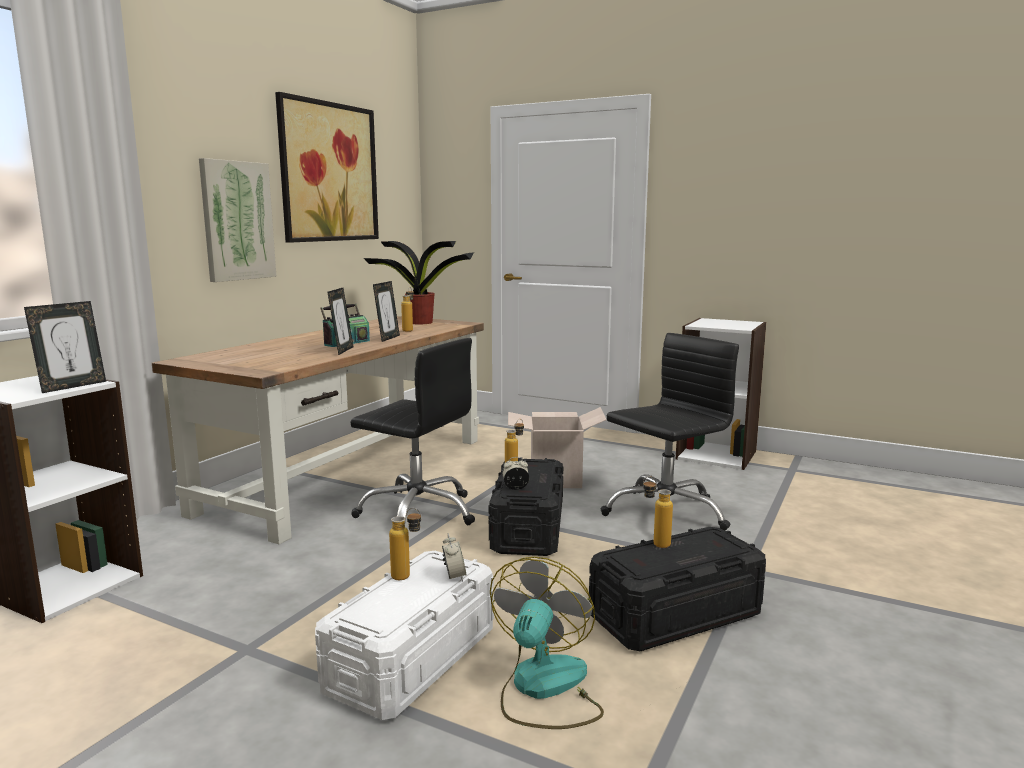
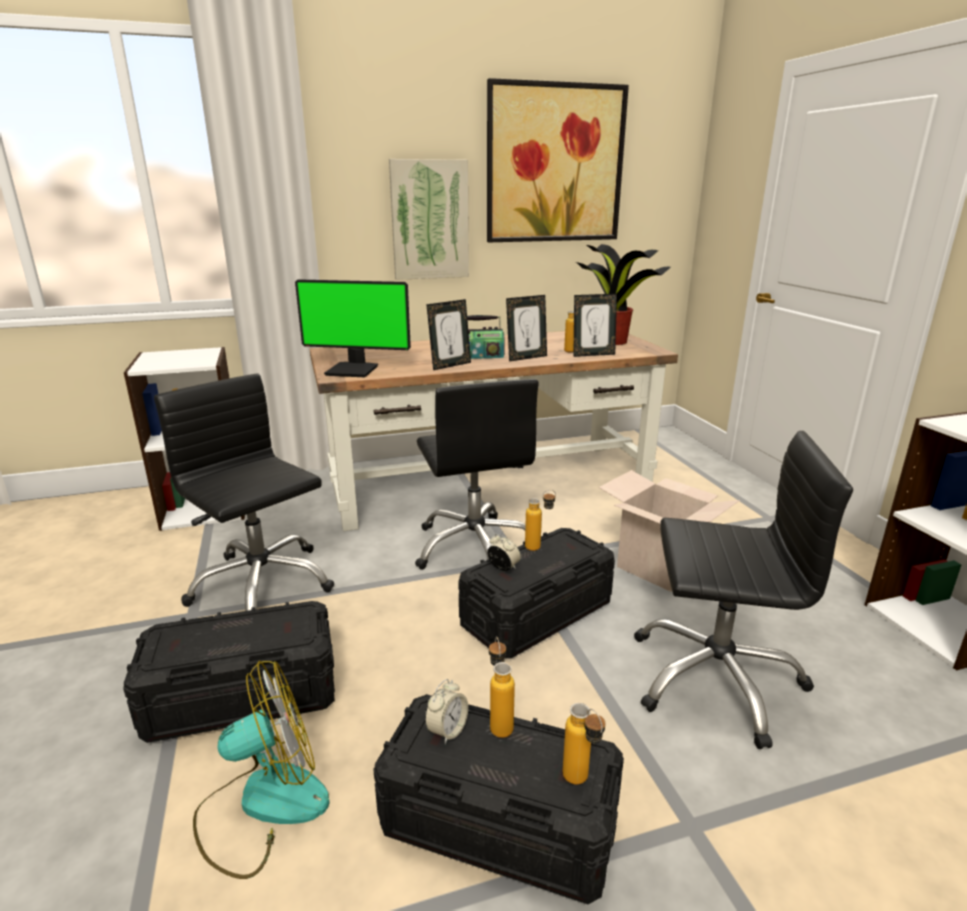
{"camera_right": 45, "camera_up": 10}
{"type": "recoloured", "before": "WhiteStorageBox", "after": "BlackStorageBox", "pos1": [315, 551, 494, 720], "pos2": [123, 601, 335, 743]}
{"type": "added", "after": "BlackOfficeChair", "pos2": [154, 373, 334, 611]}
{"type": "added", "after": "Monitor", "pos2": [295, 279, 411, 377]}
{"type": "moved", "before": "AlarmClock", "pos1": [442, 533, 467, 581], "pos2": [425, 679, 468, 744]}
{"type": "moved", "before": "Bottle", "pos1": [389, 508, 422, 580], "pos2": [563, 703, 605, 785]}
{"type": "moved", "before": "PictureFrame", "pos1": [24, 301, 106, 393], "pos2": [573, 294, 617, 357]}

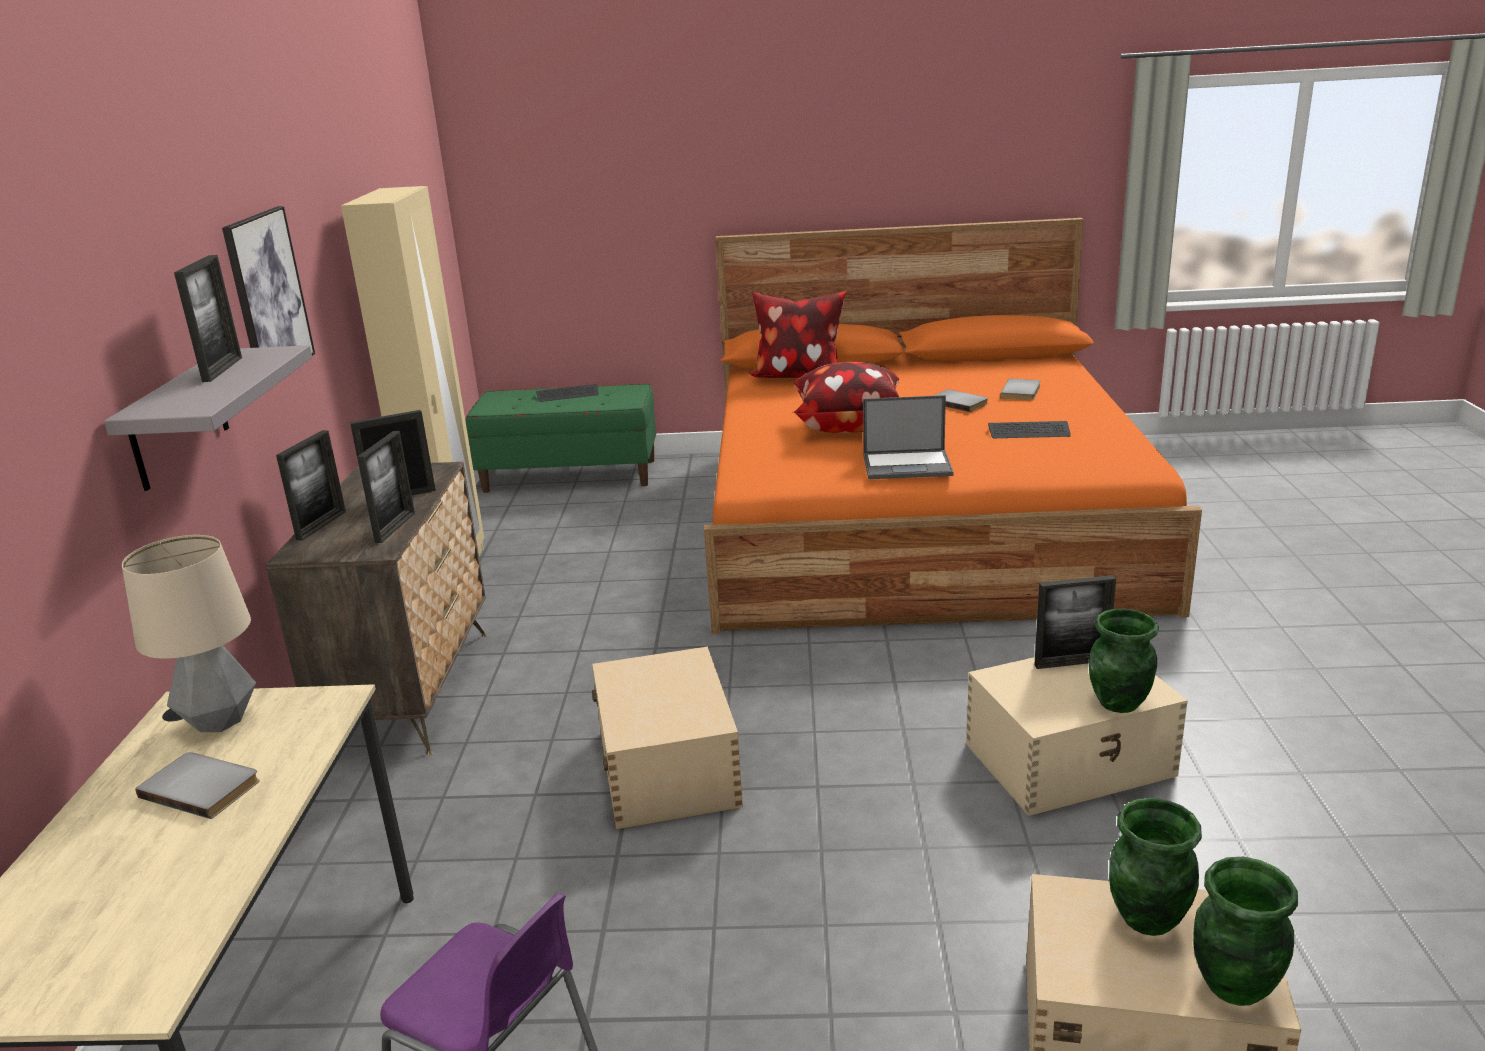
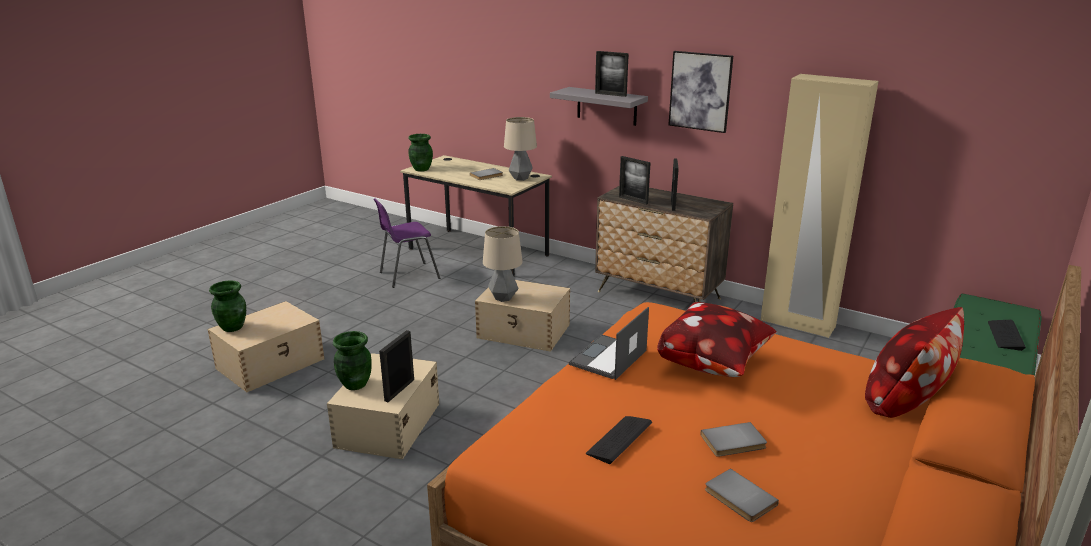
{"camera_right": 120, "camera_up": 0}
{"type": "moved", "before": "GreenVase", "pos1": [1109, 798, 1202, 936], "pos2": [408, 134, 433, 172]}
{"type": "added", "after": "TableLamp", "pos2": [483, 226, 523, 302]}
{"type": "removed", "before": "PictureFrame", "pos1": [276, 430, 346, 541]}

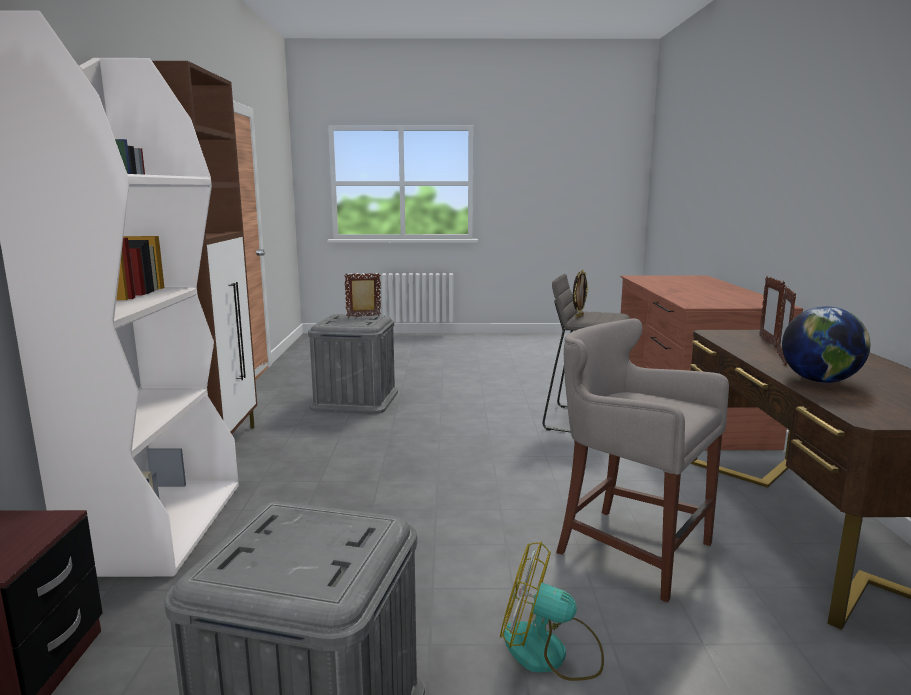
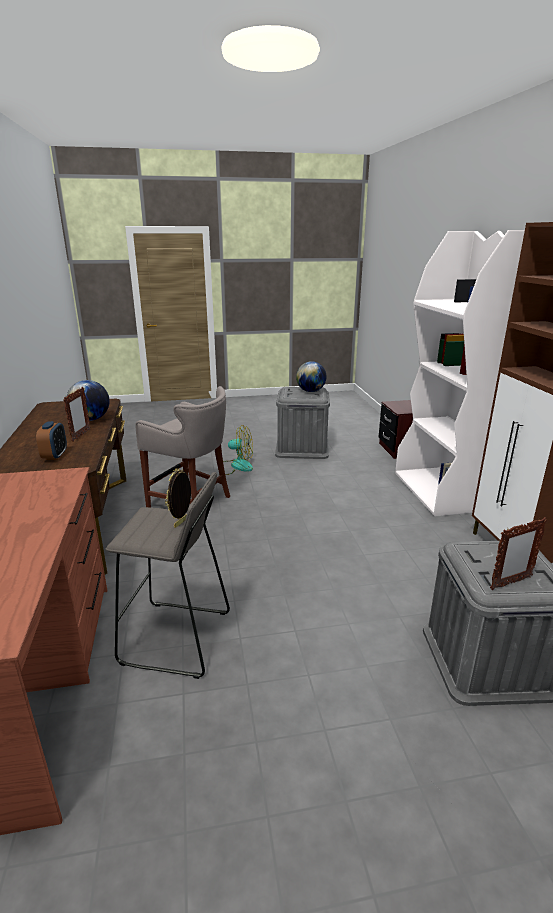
{"camera_right": 170, "camera_up": 10}
{"type": "replaced", "before": "PictureFrame", "after": "AlarmClock", "pos1": [759, 276, 785, 347], "pos2": [36, 421, 67, 460]}
{"type": "added", "after": "Globe", "pos2": [296, 361, 327, 392]}

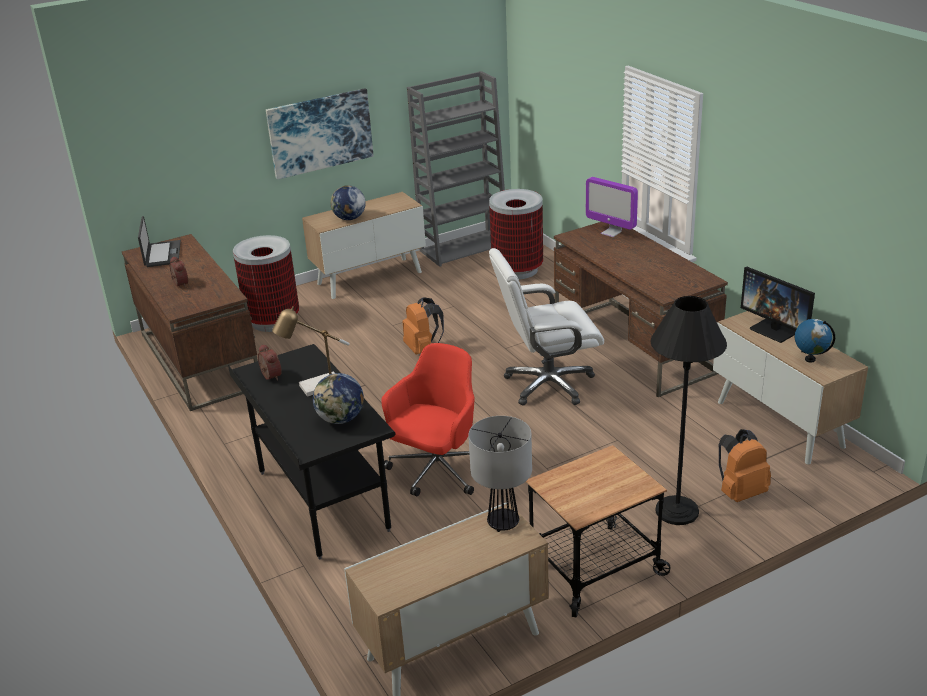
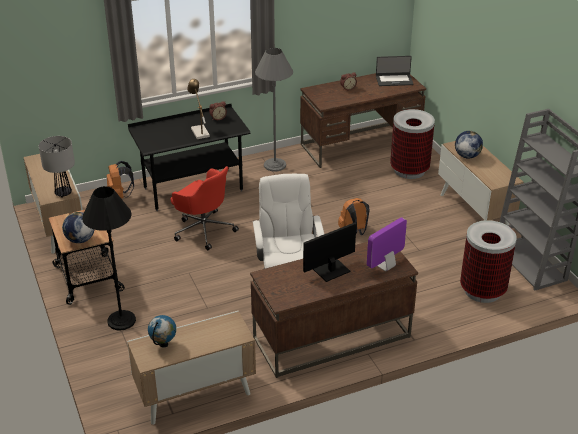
{"camera_right": 95, "camera_up": 5}
{"type": "moved", "before": "Globe", "pos1": [313, 373, 364, 424], "pos2": [62, 212, 94, 243]}
{"type": "moved", "before": "OrangeBackpack", "pos1": [719, 429, 771, 502], "pos2": [106, 161, 134, 199]}
{"type": "added", "after": "GreyFloorLamp", "pos2": [255, 48, 293, 171]}
{"type": "moved", "before": "Monitor", "pos1": [741, 266, 815, 343], "pos2": [303, 222, 356, 282]}
{"type": "removed", "before": "Picture", "pos1": [266, 88, 374, 180]}

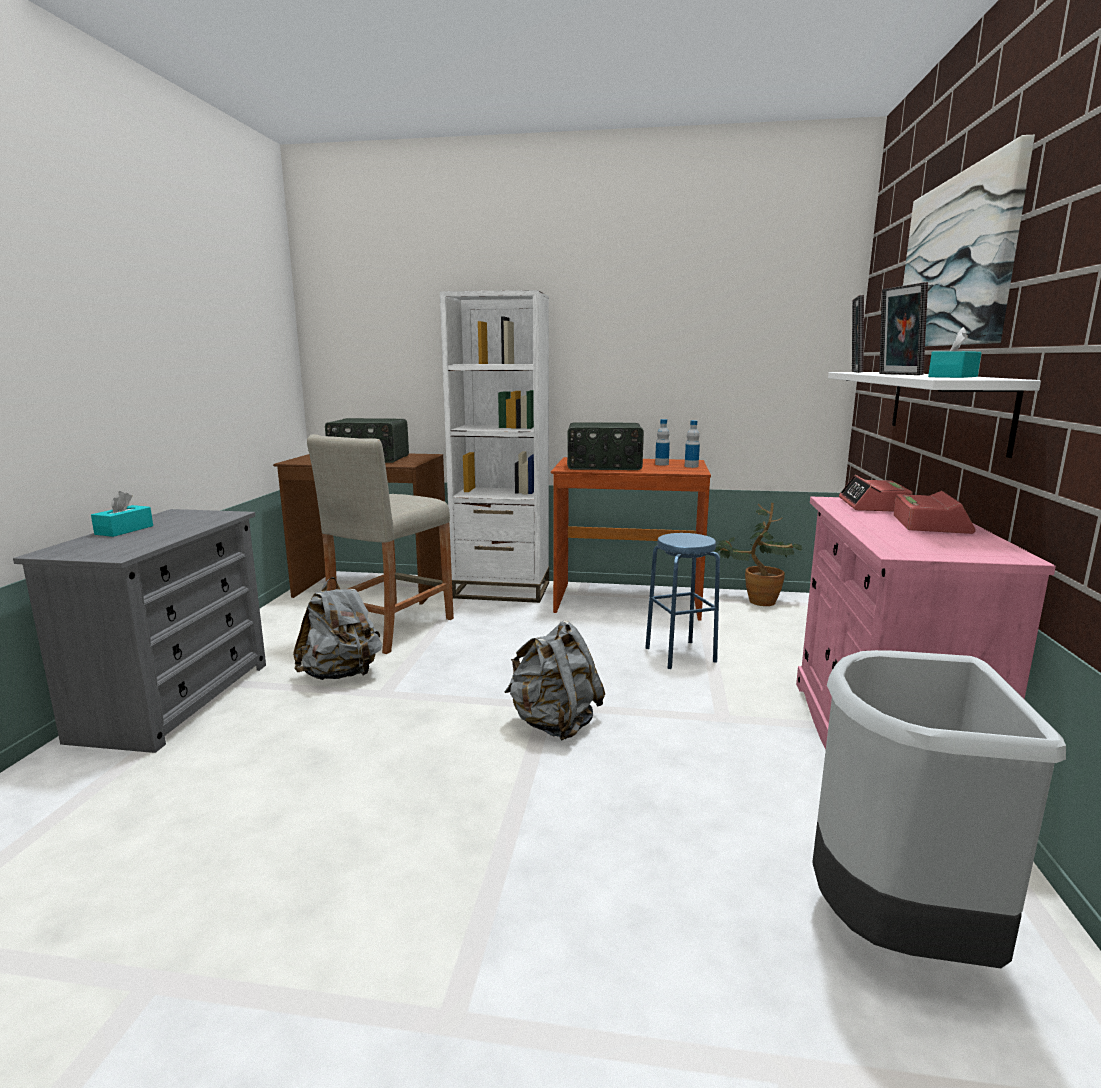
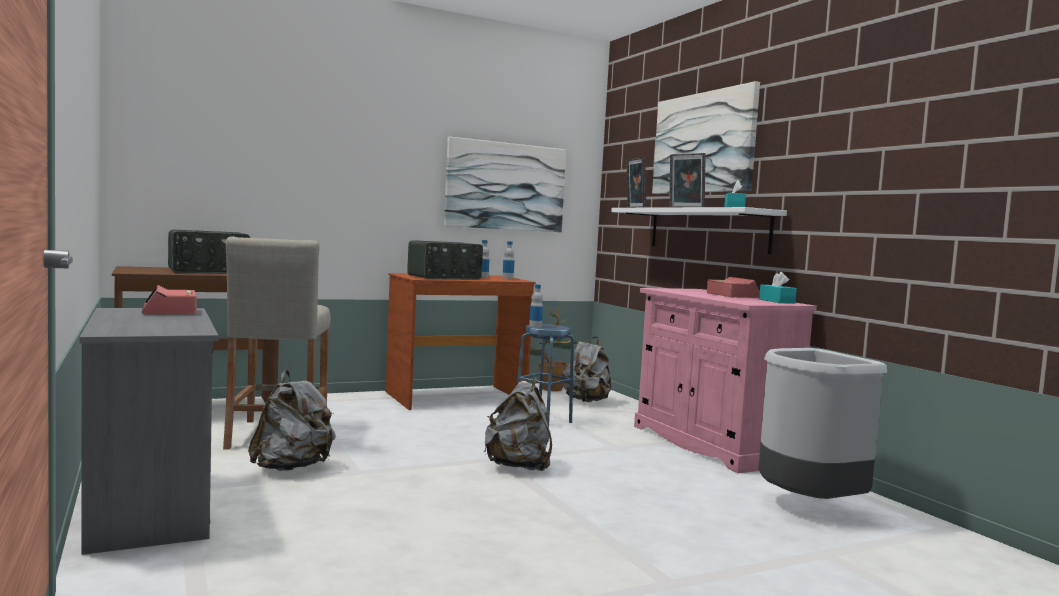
{"camera_right": -35, "camera_up": -10}
{"type": "moved", "before": "AlarmClock", "pos1": [839, 475, 913, 512], "pos2": [142, 285, 197, 315]}
{"type": "added", "after": "Picture", "pos2": [444, 137, 566, 232]}
{"type": "added", "after": "Bottle", "pos2": [529, 284, 543, 327]}
{"type": "added", "after": "GreyBackpack", "pos2": [562, 337, 611, 402]}
{"type": "moved", "before": "TurquoiseTissueBox", "pos1": [91, 491, 153, 537], "pos2": [759, 272, 797, 304]}
{"type": "removed", "before": "WhiteBookcase", "pos1": [440, 290, 549, 603]}

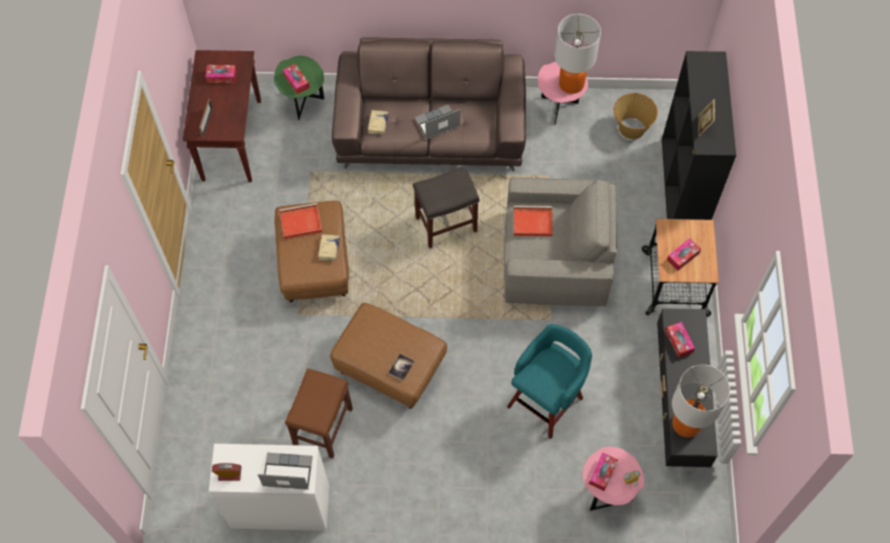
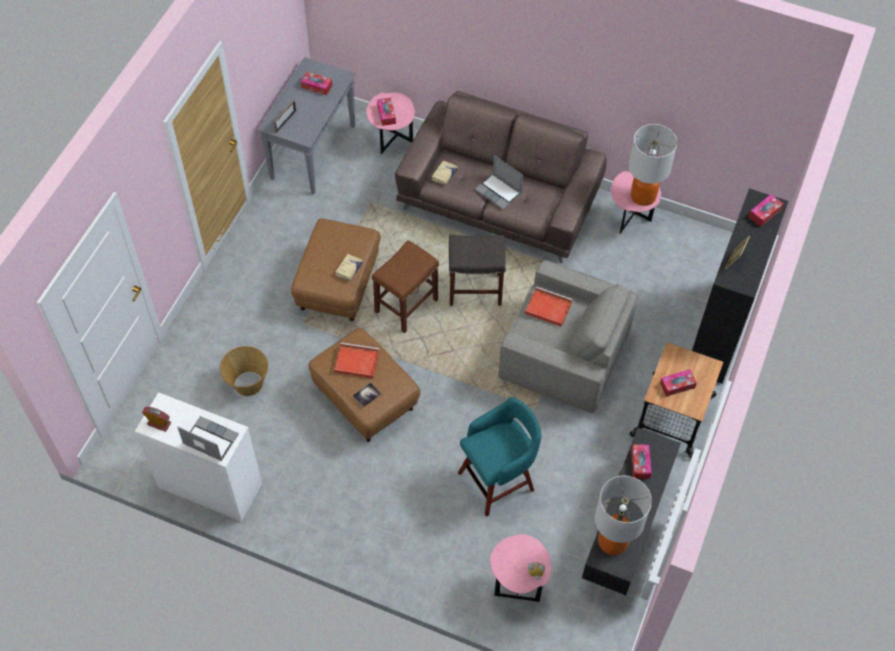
{"camera_right": 20, "camera_up": -5}
{"type": "moved", "before": "Basket", "pos1": [614, 93, 658, 139], "pos2": [220, 346, 268, 396]}
{"type": "recoloured", "before": "BrownConsoleTable", "after": "GreyConsoleTable", "pos1": [183, 50, 261, 182], "pos2": [257, 57, 356, 194]}
{"type": "moved", "before": "RedTray", "pos1": [279, 203, 322, 239], "pos2": [334, 342, 380, 379]}
{"type": "recoloured", "before": "GreenSideTable", "after": "PinkSideTable", "pos1": [274, 56, 324, 120], "pos2": [366, 93, 415, 154]}
{"type": "moved", "before": "BrownStool", "pos1": [285, 368, 353, 459], "pos2": [372, 240, 439, 333]}
{"type": "turned", "before": "Laptop", "pos1": [415, 104, 460, 140], "pos2": [475, 155, 523, 210], "turn": -135}
{"type": "moved", "before": "TissueBox", "pos1": [589, 452, 618, 491], "pos2": [749, 194, 783, 226]}

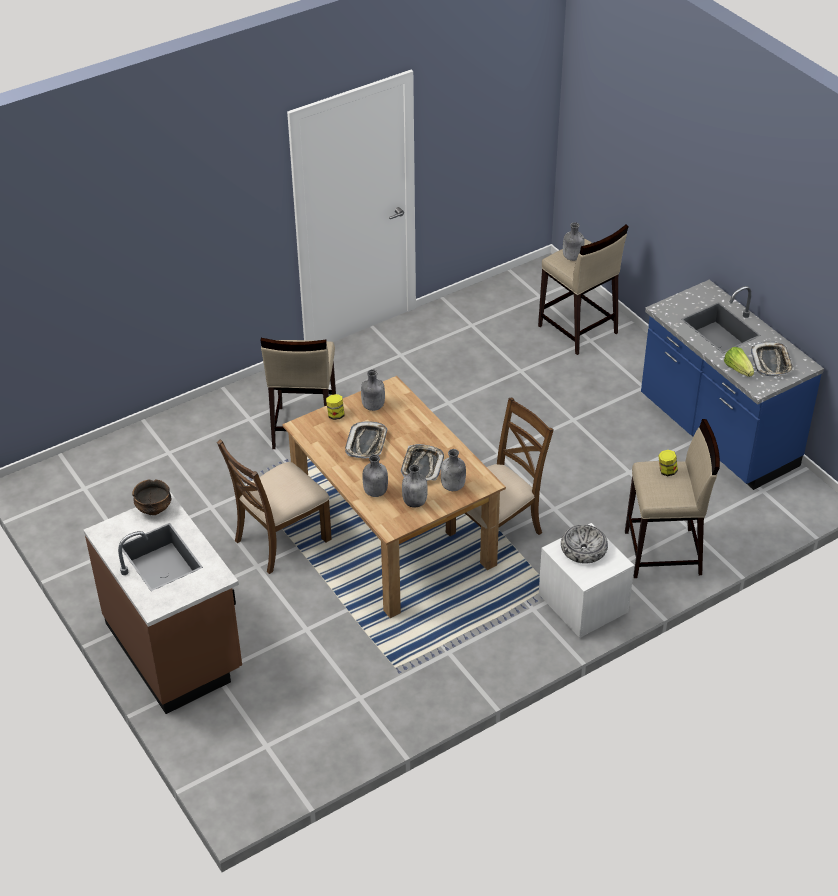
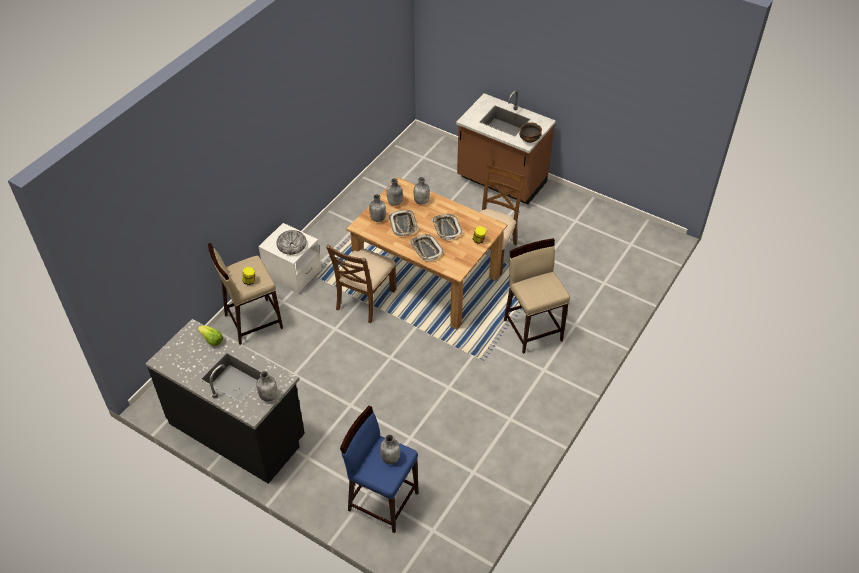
{"camera_right": 155, "camera_up": 5}
{"type": "recoloured", "before": "BlueCounter", "after": "BlackCounter", "pos1": [641, 280, 824, 490], "pos2": [146, 319, 305, 484]}
{"type": "moved", "before": "GreyBottle", "pos1": [361, 369, 385, 411], "pos2": [257, 371, 278, 401]}
{"type": "recoloured", "before": "BeigeStool", "after": "BlueStool", "pos1": [538, 224, 629, 355], "pos2": [340, 406, 419, 533]}
{"type": "moved", "before": "Tray", "pos1": [751, 341, 794, 376], "pos2": [410, 234, 444, 261]}

